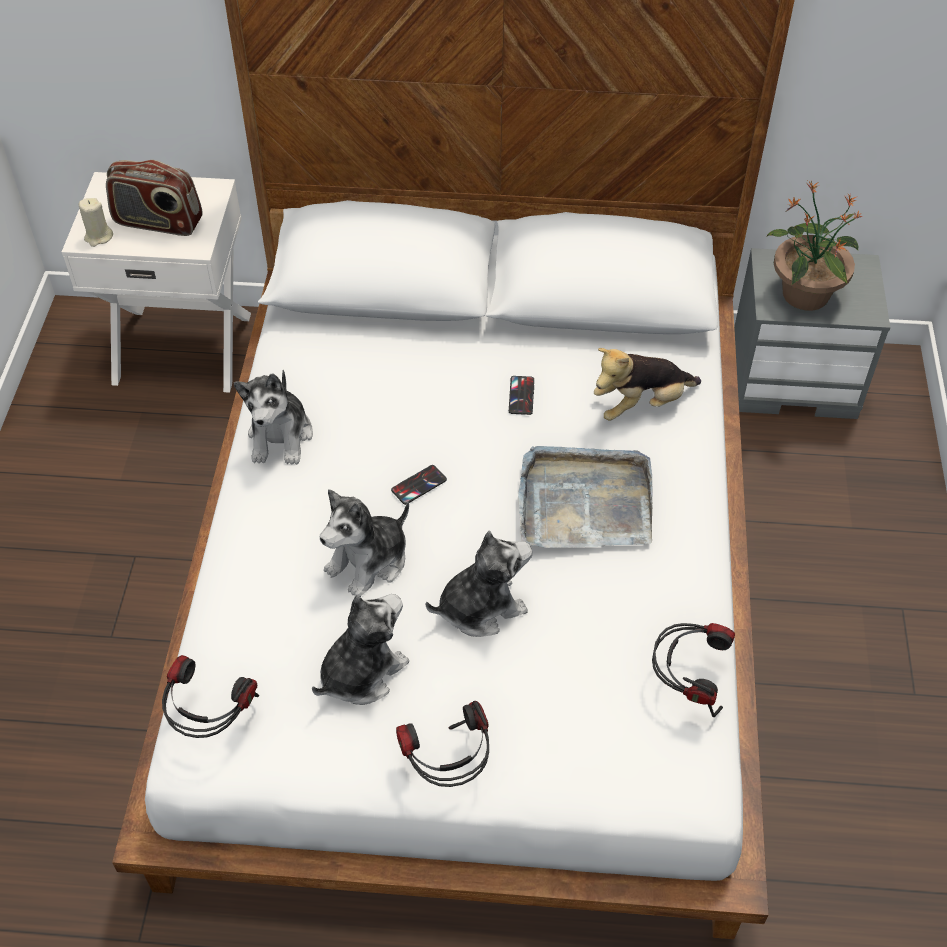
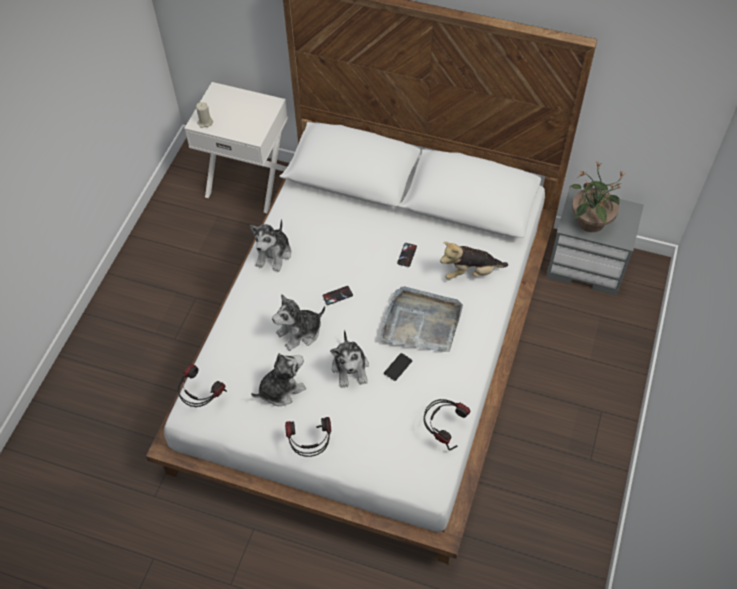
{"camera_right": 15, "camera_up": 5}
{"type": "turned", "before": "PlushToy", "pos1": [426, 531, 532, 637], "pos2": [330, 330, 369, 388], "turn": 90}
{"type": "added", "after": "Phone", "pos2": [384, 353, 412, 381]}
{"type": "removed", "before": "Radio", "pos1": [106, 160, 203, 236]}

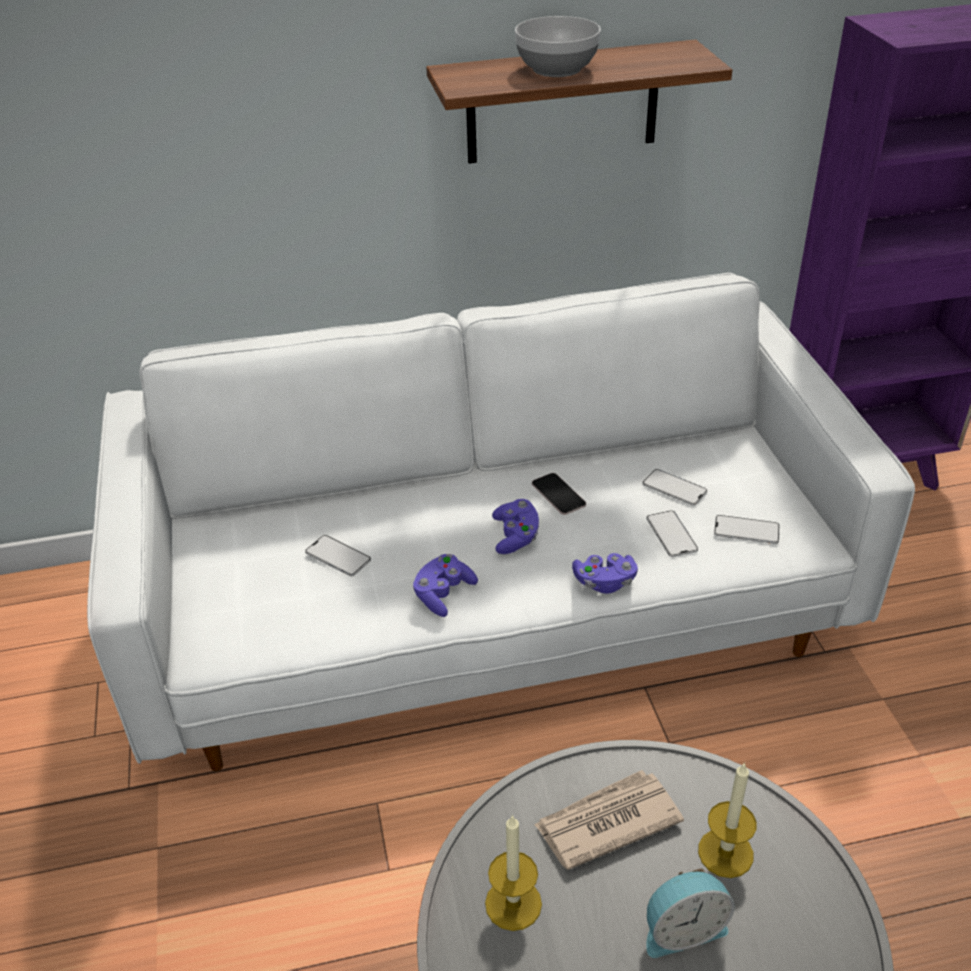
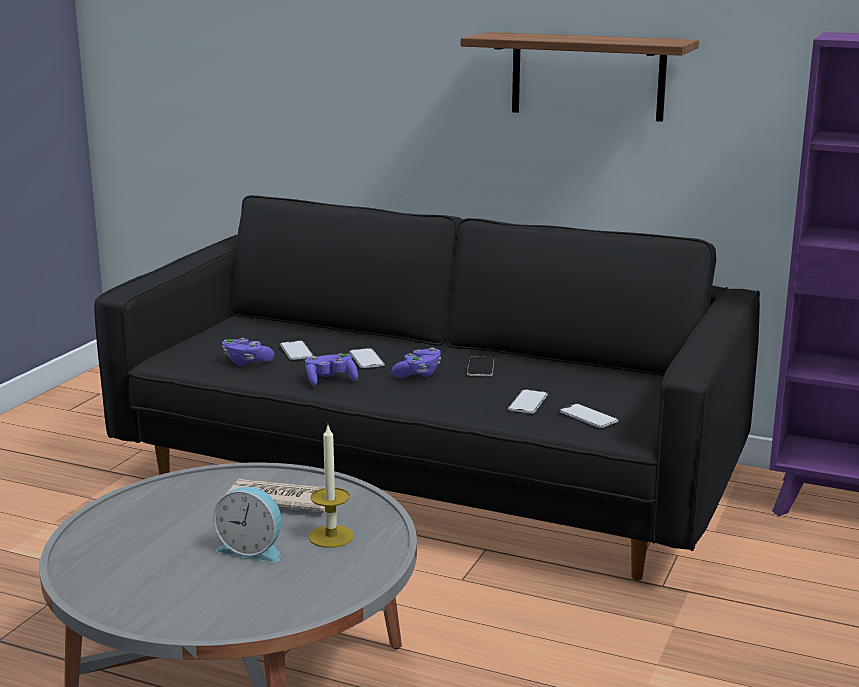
{"camera_right": 35, "camera_up": -20}
{"type": "recoloured", "before": "WhiteSofa", "after": "BlackSofa", "pos1": [87, 273, 915, 771], "pos2": [94, 195, 760, 581]}
{"type": "moved", "before": "PurpleGameController", "pos1": [572, 553, 638, 594], "pos2": [222, 338, 274, 366]}
{"type": "moved", "before": "Phone", "pos1": [642, 469, 707, 506], "pos2": [349, 348, 385, 368]}
{"type": "removed", "before": "Candle", "pos1": [485, 814, 542, 931]}
{"type": "removed", "before": "Bowl", "pos1": [515, 16, 601, 77]}

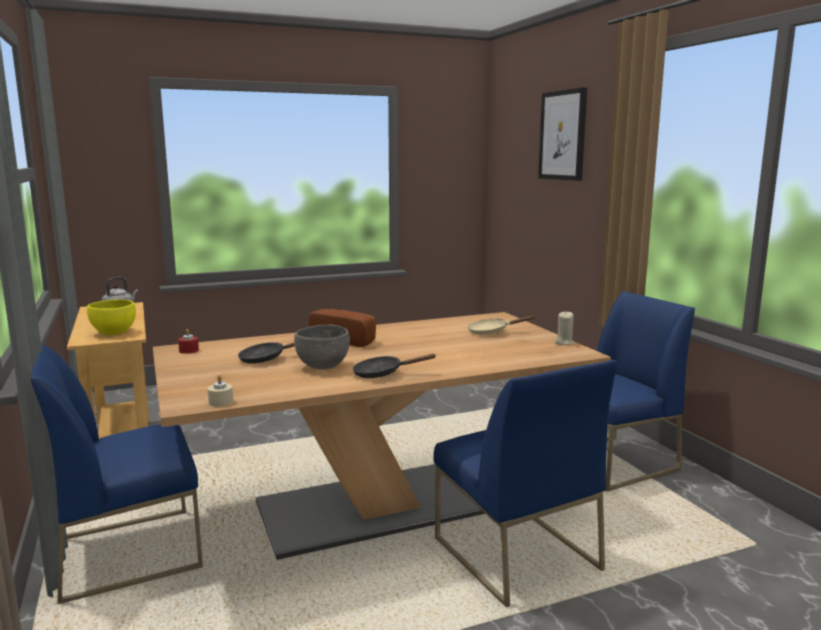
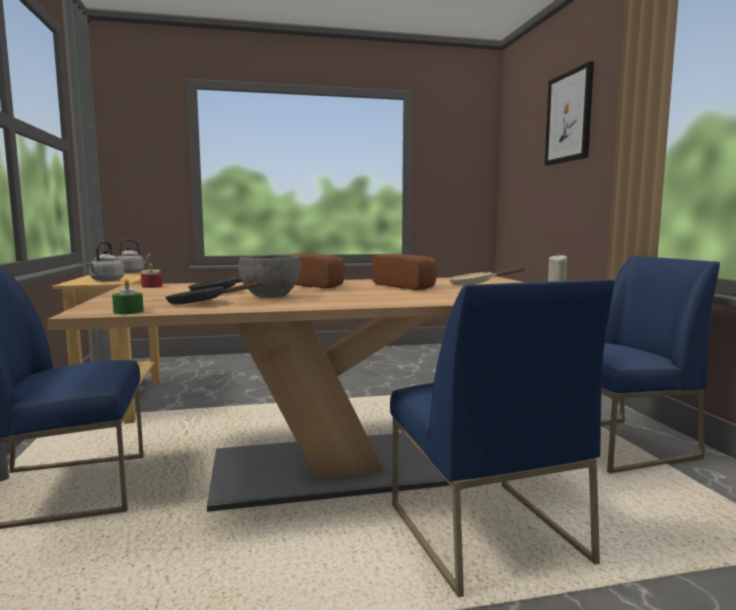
{"camera_right": 10, "camera_up": -5}
{"type": "replaced", "before": "YellowBowl", "after": "GreyKettle", "pos1": [87, 299, 136, 335], "pos2": [87, 241, 124, 281]}
{"type": "recoloured", "before": "BeigeCandle", "after": "GreenCandle", "pos1": [208, 375, 233, 407], "pos2": [112, 279, 144, 314]}
{"type": "moved", "before": "BlackFryingPan", "pos1": [352, 354, 436, 378], "pos2": [165, 281, 263, 305]}
{"type": "added", "after": "Bread", "pos2": [372, 254, 437, 290]}

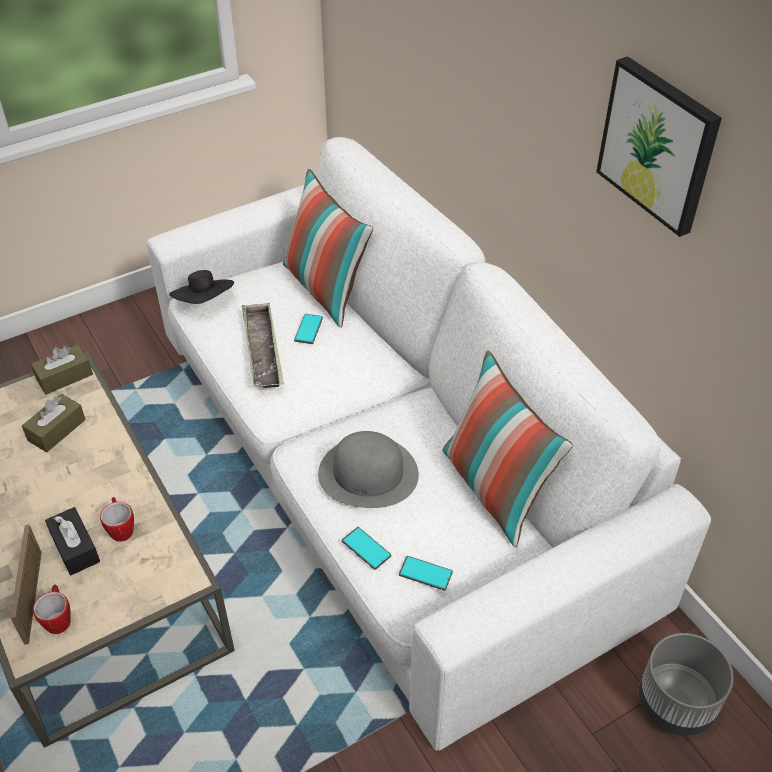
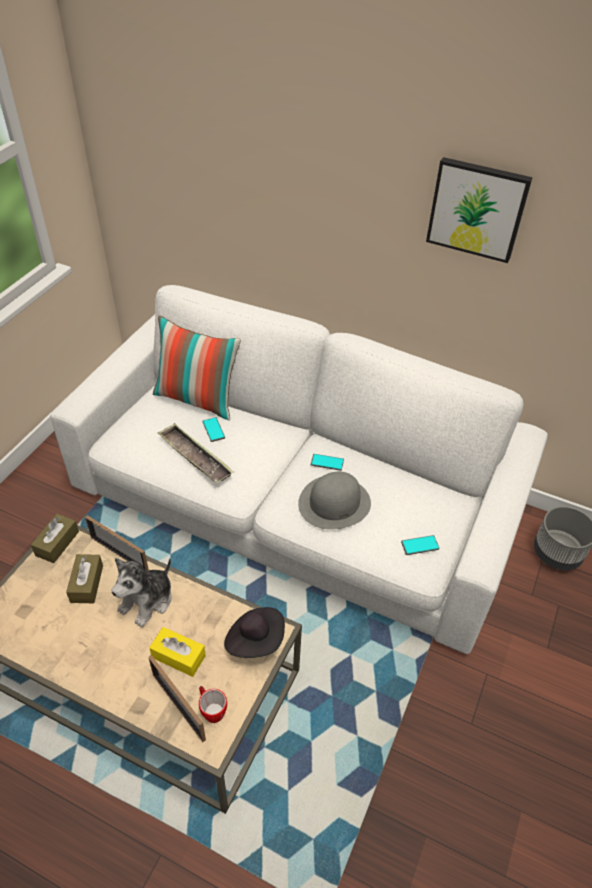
{"camera_right": -35, "camera_up": 0}
{"type": "added", "after": "PictureFrame", "pos2": [85, 515, 149, 571]}
{"type": "added", "after": "PlushToy", "pos2": [112, 558, 172, 628]}
{"type": "recoloured", "before": "BlackTissueBox", "after": "YellowTissueBox", "pos1": [45, 507, 100, 576], "pos2": [149, 627, 206, 677]}
{"type": "moved", "before": "BlackHat", "pos1": [169, 270, 234, 304], "pos2": [224, 607, 285, 658]}
{"type": "moved", "before": "Phone", "pos1": [342, 527, 391, 570], "pos2": [311, 454, 344, 471]}
{"type": "removed", "before": "Mug", "pos1": [100, 497, 134, 542]}
{"type": "removed", "before": "Pillow", "pos1": [442, 350, 573, 547]}

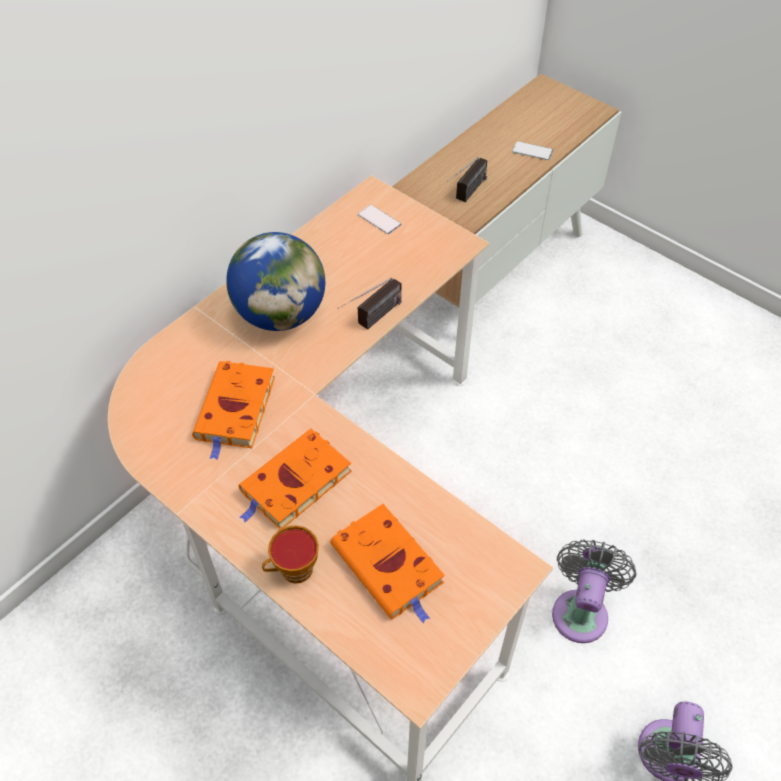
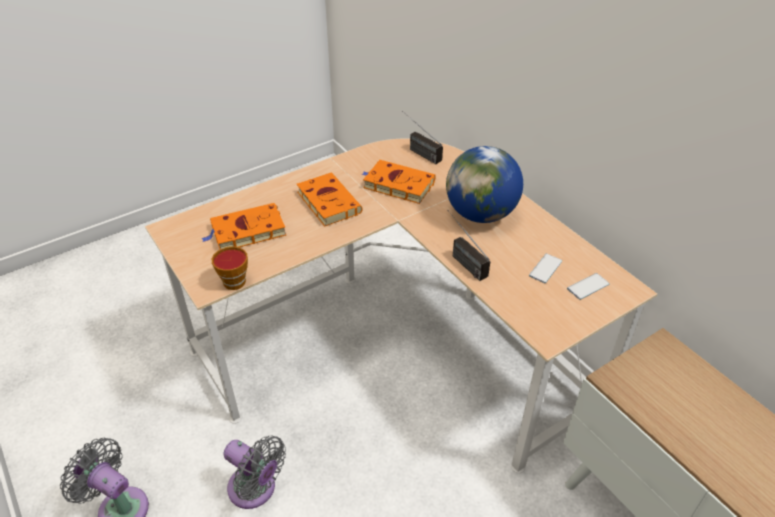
{"camera_right": 105, "camera_up": -10}
{"type": "moved", "before": "Cup", "pos1": [262, 525, 319, 584], "pos2": [212, 246, 248, 290]}
{"type": "moved", "before": "Radio", "pos1": [447, 157, 487, 202], "pos2": [402, 111, 443, 164]}
{"type": "moved", "before": "Phone", "pos1": [512, 141, 553, 160], "pos2": [529, 254, 562, 283]}

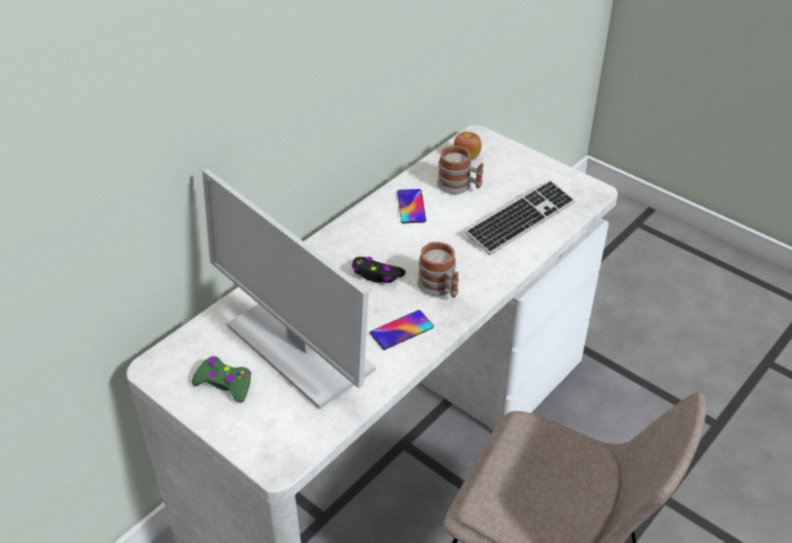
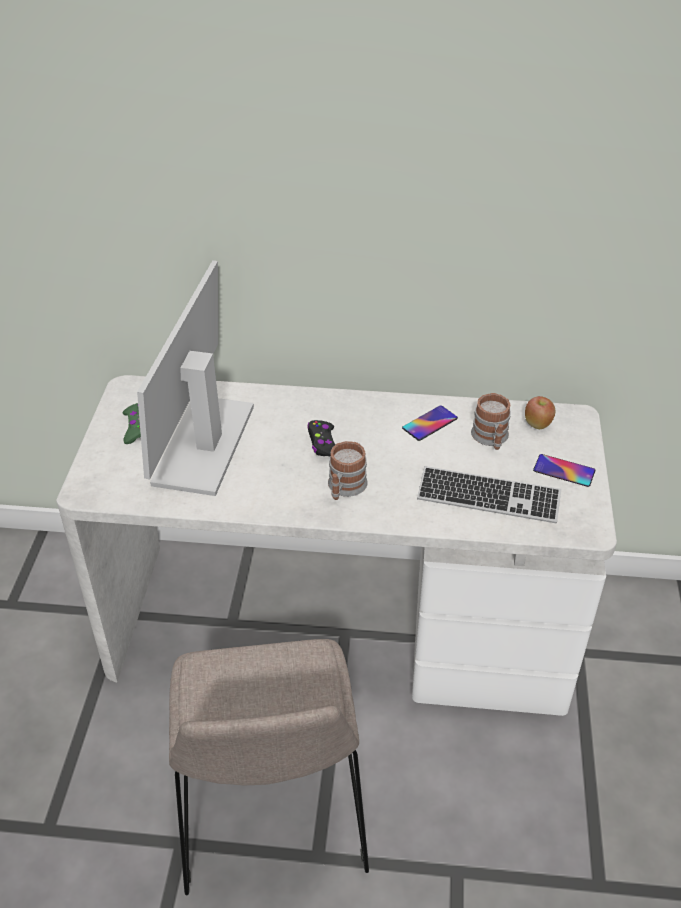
{"camera_right": 55, "camera_up": 0}
{"type": "moved", "before": "Phone", "pos1": [370, 310, 434, 350], "pos2": [533, 454, 595, 487]}

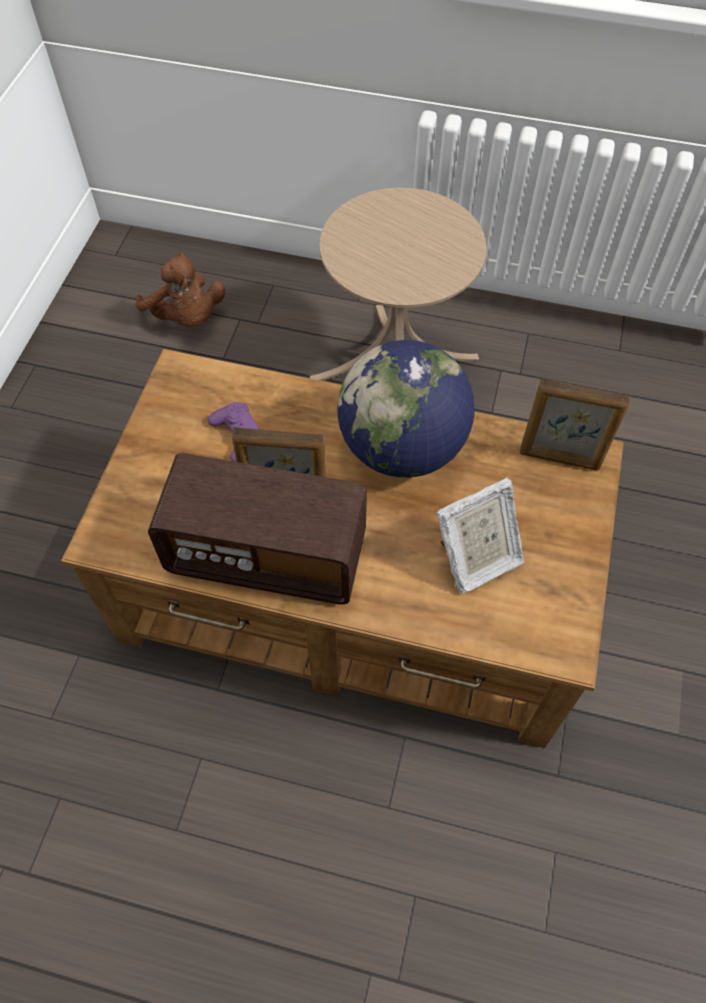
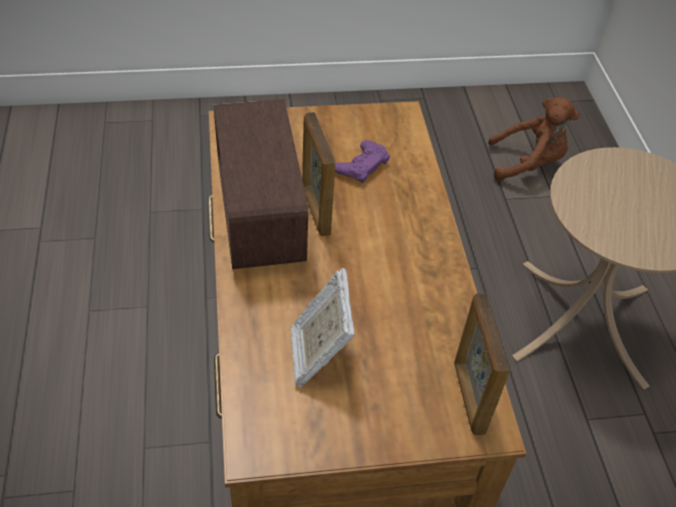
{"camera_right": 65, "camera_up": -10}
{"type": "turned", "before": "PictureFrame", "pos1": [436, 477, 525, 594], "pos2": [291, 268, 355, 387], "turn": 45}
{"type": "turned", "before": "BrownPlushToy", "pos1": [135, 253, 225, 327], "pos2": [488, 97, 580, 181], "turn": -120}
{"type": "removed", "before": "Globe", "pos1": [338, 340, 475, 478]}

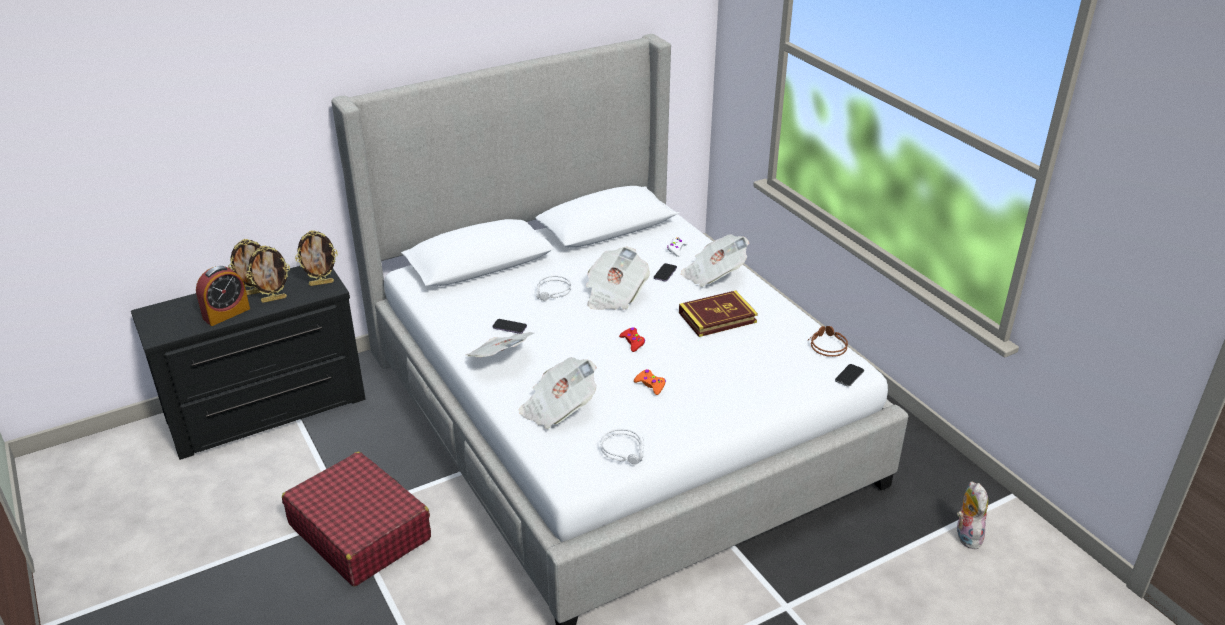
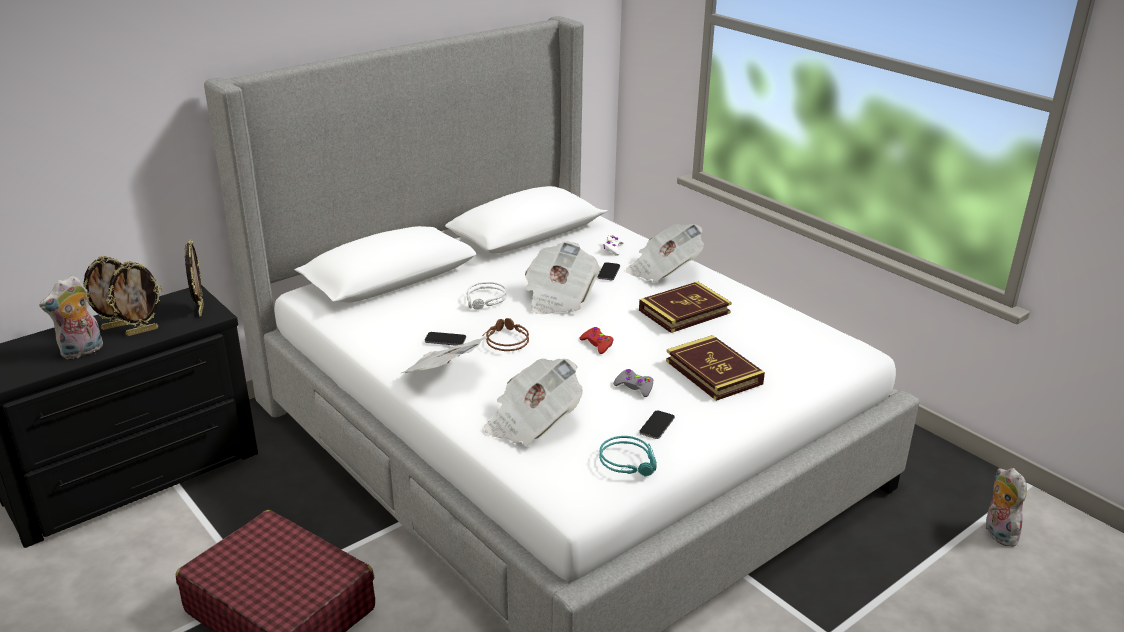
{"camera_right": -10, "camera_up": -5}
{"type": "replaced", "before": "AlarmClock", "after": "PlushToy", "pos1": [196, 266, 250, 326], "pos2": [39, 276, 103, 359]}
{"type": "turned", "before": "PictureFrame", "pos1": [295, 230, 338, 286], "pos2": [185, 240, 204, 317], "turn": -75}
{"type": "moved", "before": "BrownHeadphones", "pos1": [808, 326, 848, 357], "pos2": [482, 318, 529, 351]}
{"type": "recoloured", "before": "GreyHeadphones", "after": "TurquoiseHeadphones", "pos1": [601, 429, 644, 465], "pos2": [599, 436, 657, 476]}
{"type": "recoloured", "before": "OrangeGameController", "after": "GreyGameController", "pos1": [634, 369, 666, 395], "pos2": [613, 369, 654, 397]}
{"type": "moved", "before": "Phone", "pos1": [835, 364, 864, 387], "pos2": [639, 410, 675, 439]}
{"type": "added", "after": "Book", "pos2": [666, 335, 765, 401]}

